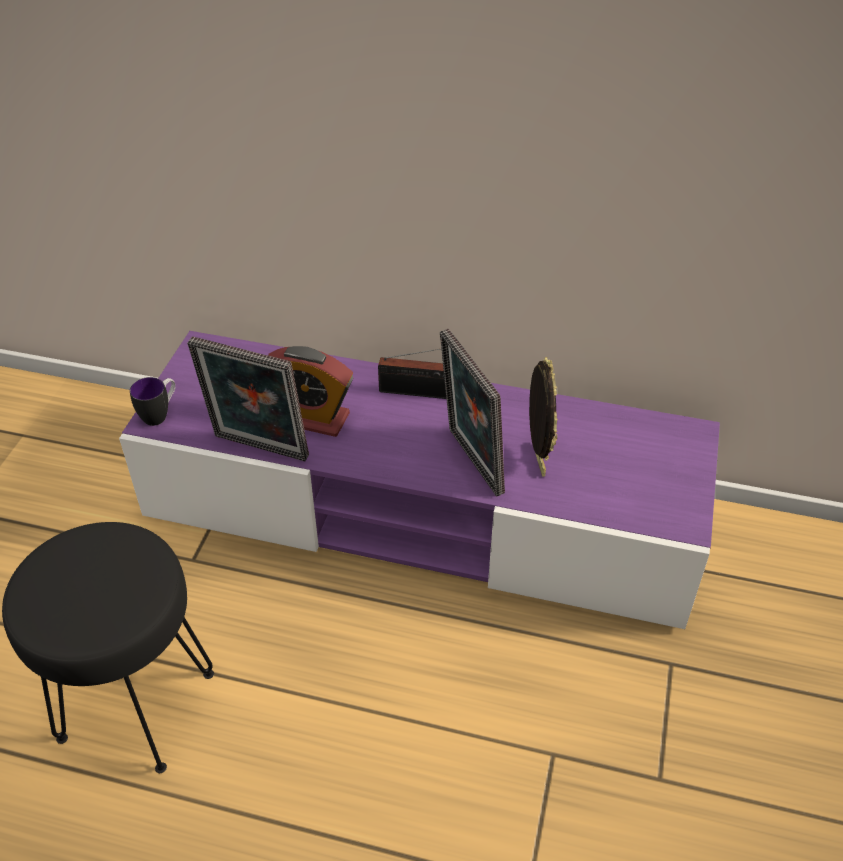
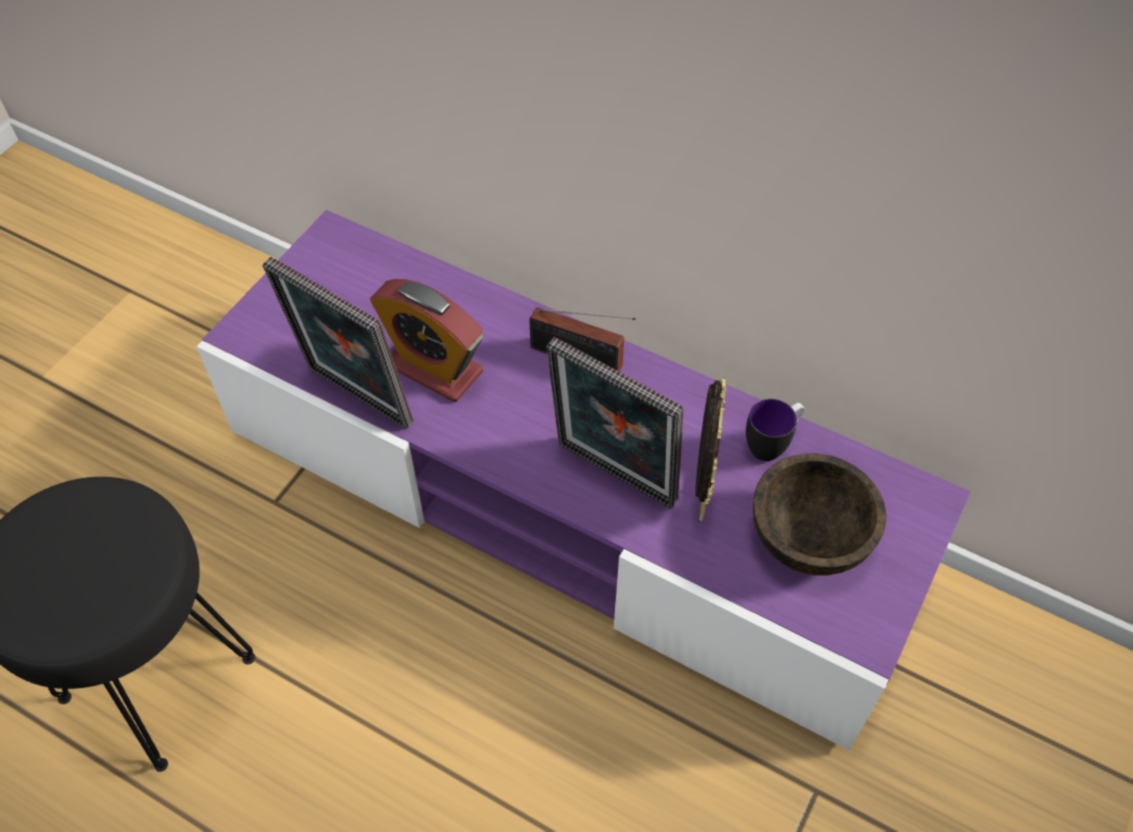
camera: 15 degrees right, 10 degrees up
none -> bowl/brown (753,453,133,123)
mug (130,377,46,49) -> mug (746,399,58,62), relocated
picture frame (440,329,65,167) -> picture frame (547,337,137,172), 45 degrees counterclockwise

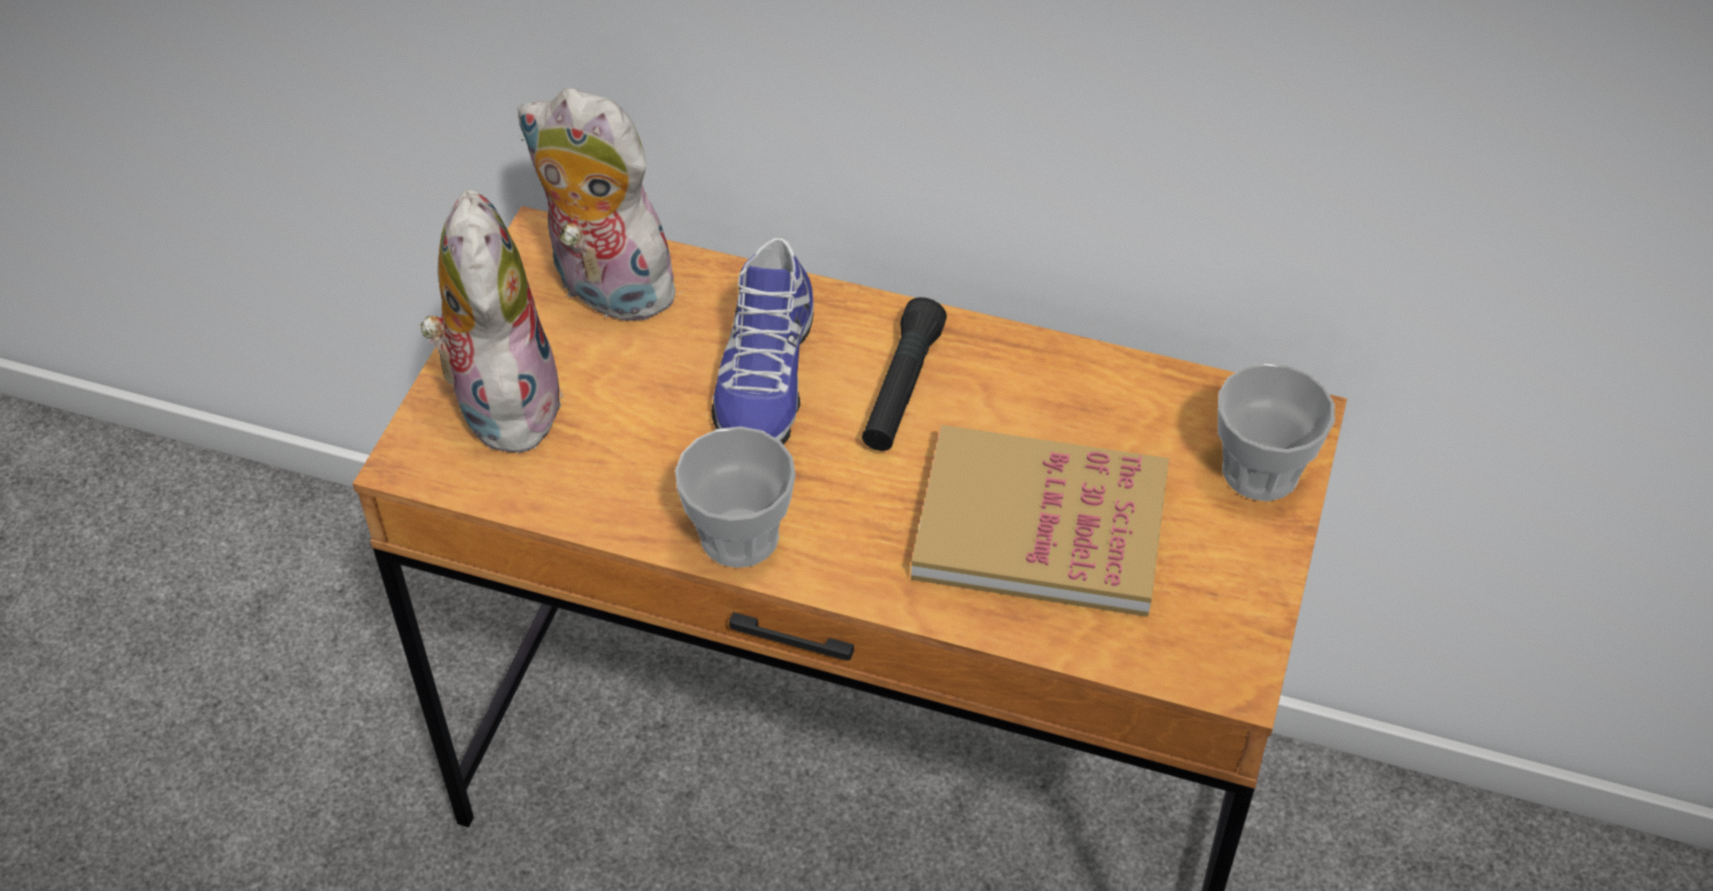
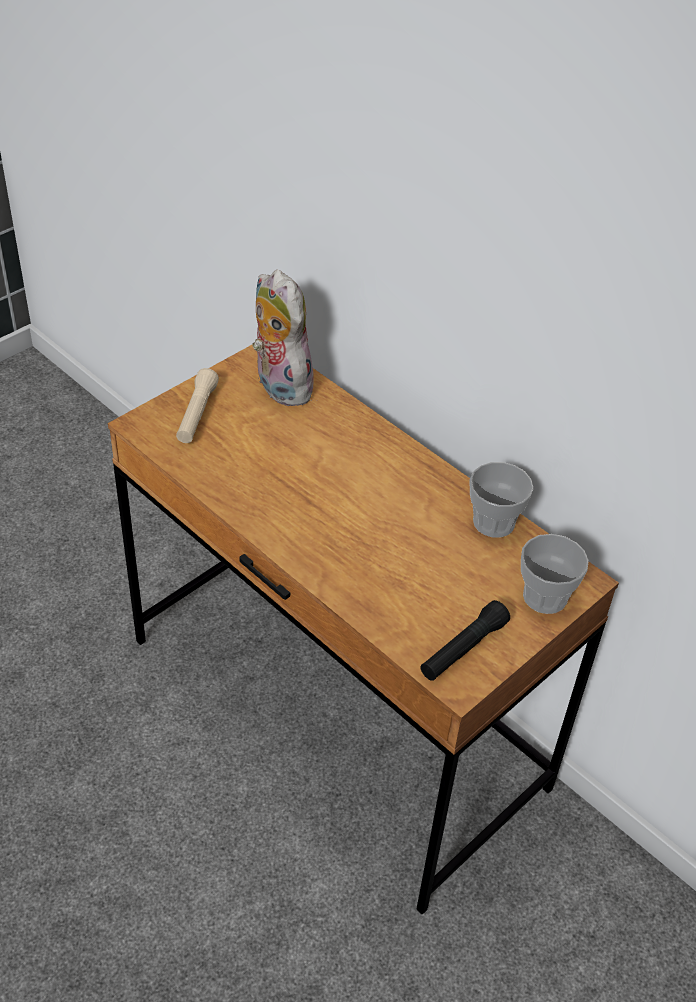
camera: 25 degrees right, 5 degrees down
shoe (711,237,103,208) -> none
book (911,425,258,192) -> none
cup (675,426,121,142) -> cup (469,462,65,76), relocated
flashlight/black (862,297,85,154) -> flashlight/black (420,600,90,81), relocated
plush toy (420,189,144,264) -> flashlight/beige (176,368,43,75)

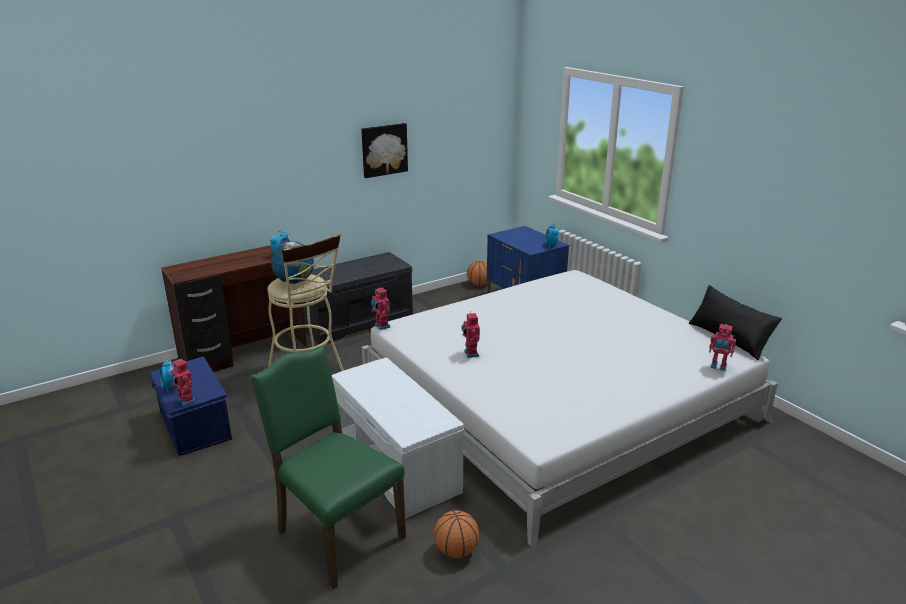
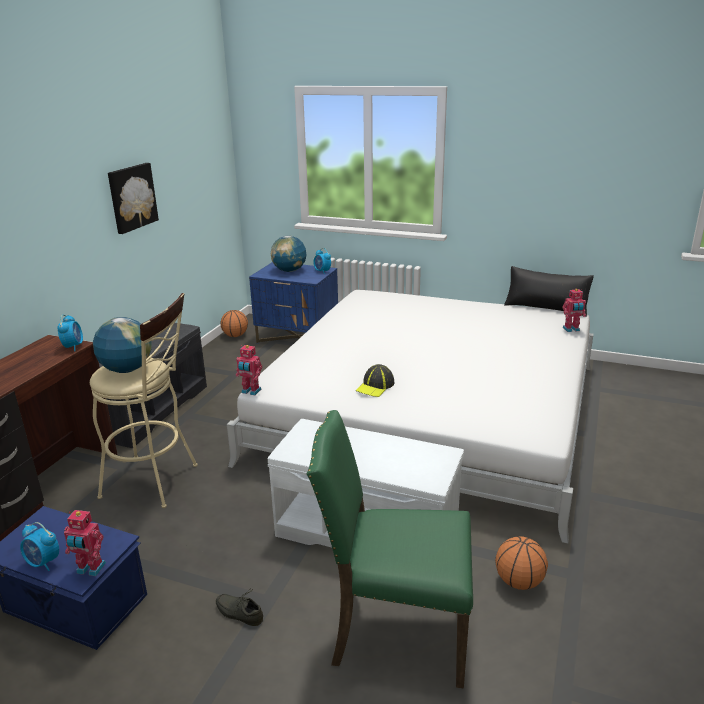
camera: 35 degrees left, 0 degrees up
none -> shoe/grey (216,587,47,39)
none -> globe (271,235,35,37)
toy robot (461,313,19,45) -> cap (356,364,38,33)

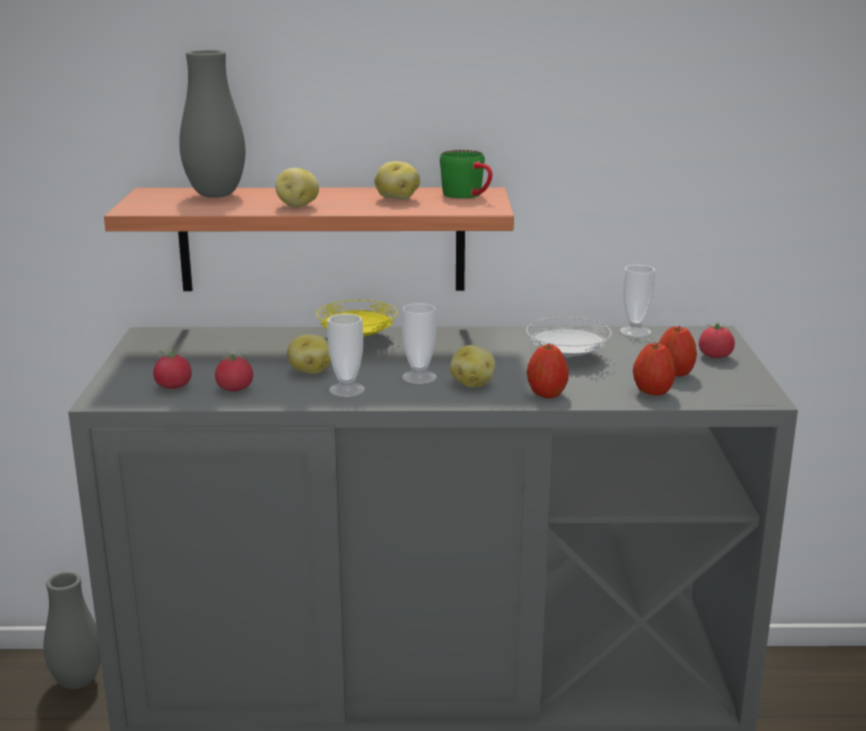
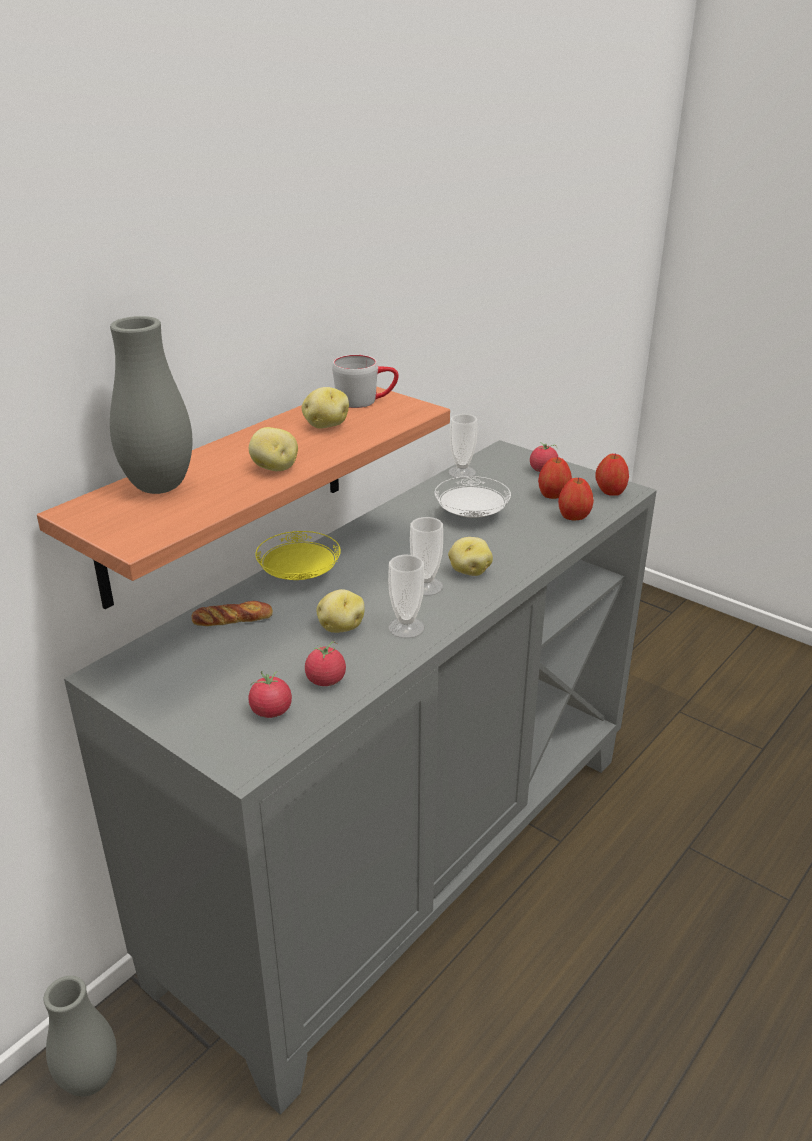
camera: 50 degrees left, 10 degrees up
none -> bread (191,601,82,25)
apple (527,344,42,54) -> apple (595,454,34,42), relocated
mug/green (440,150,52,48) -> mug/grey (332,355,67,53)

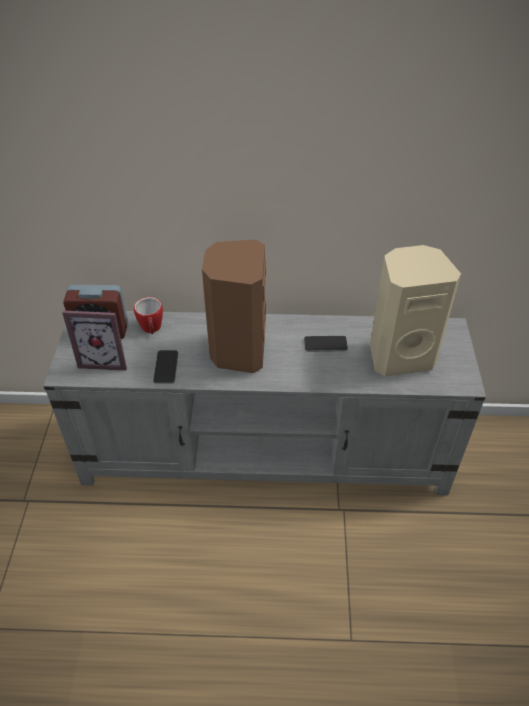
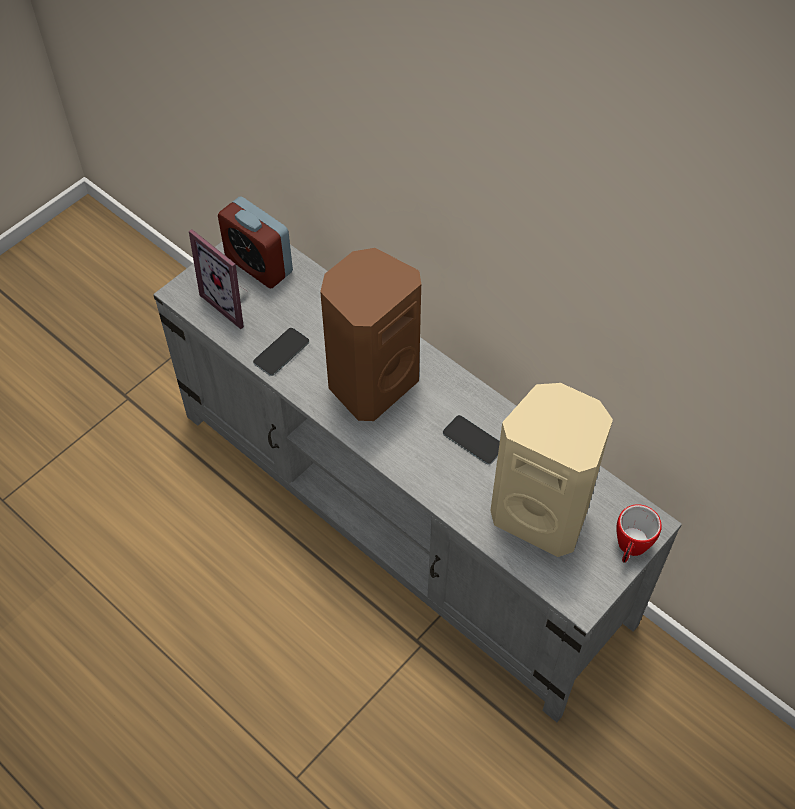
camera: 40 degrees right, 10 degrees up
mug (134,297,29,37) -> mug (616,504,46,59), relocated

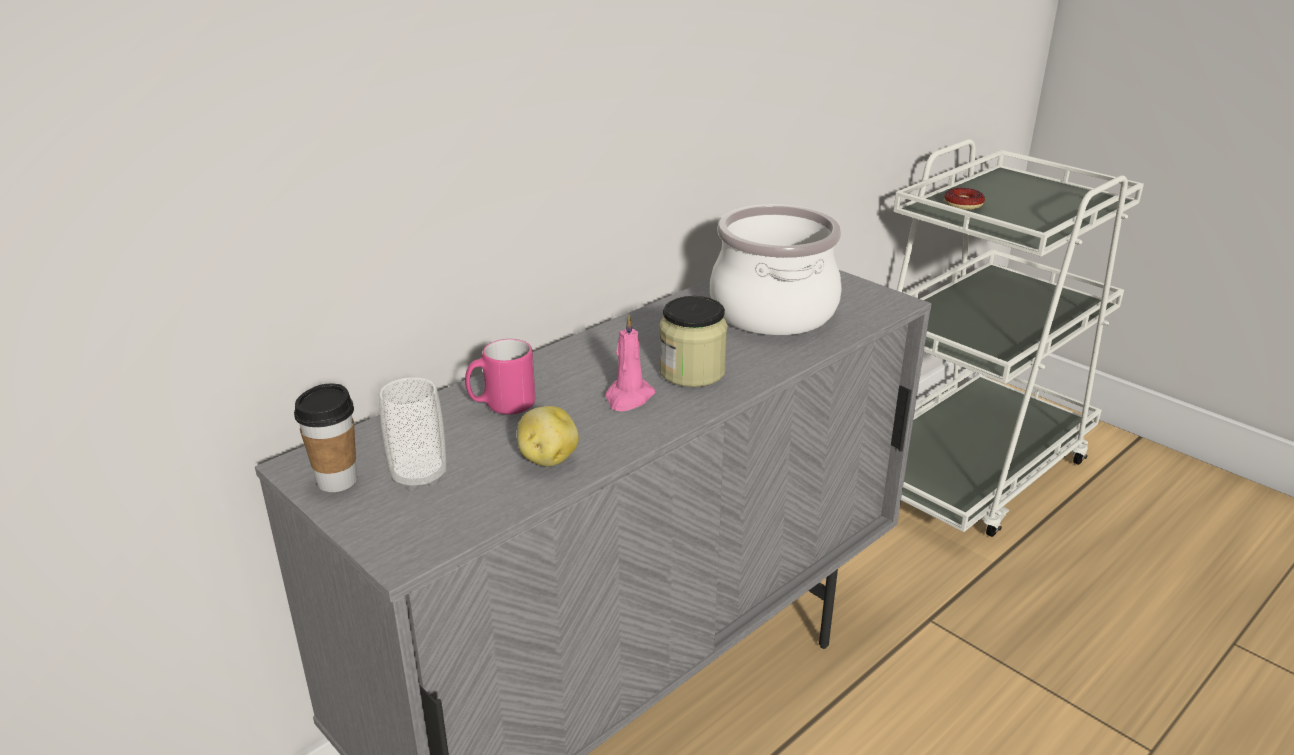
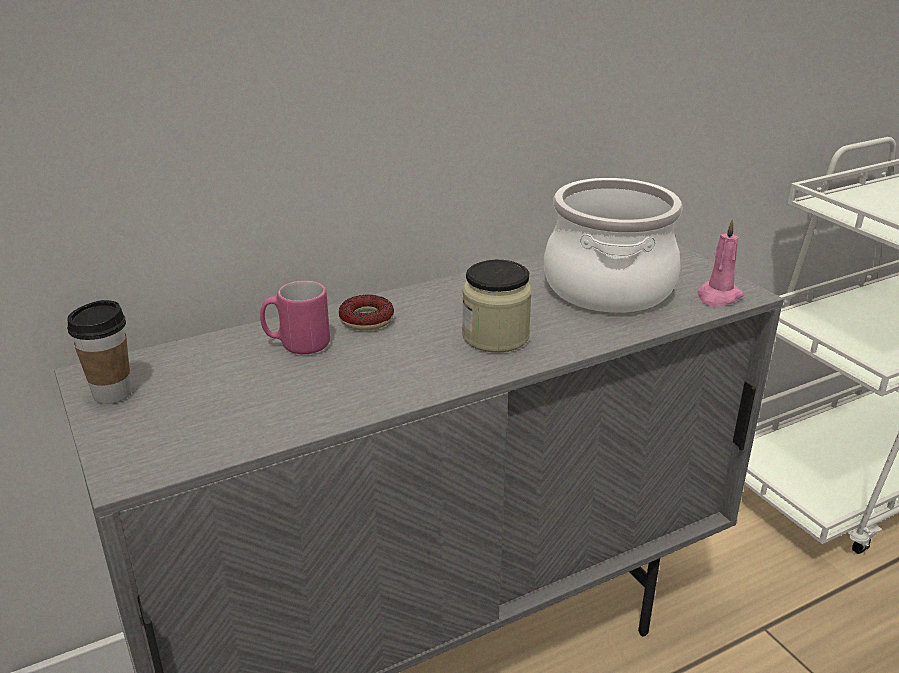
camera: 15 degrees right, 0 degrees up
cup (379,377,67,114) -> none
potato (517,406,62,60) -> none
candle/pink (605,314,50,97) -> candle/pink (697,219,47,88), relocated
donut (944,188,41,22) -> donut (339,295,55,36), relocated

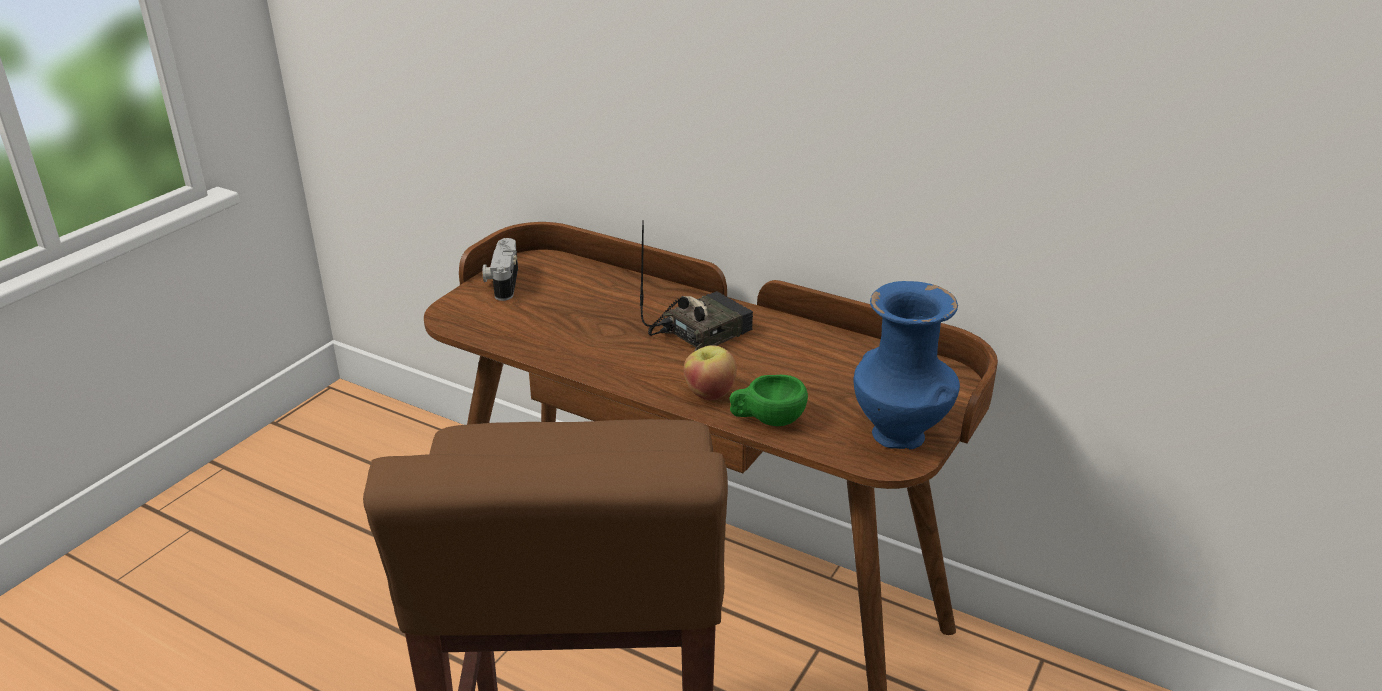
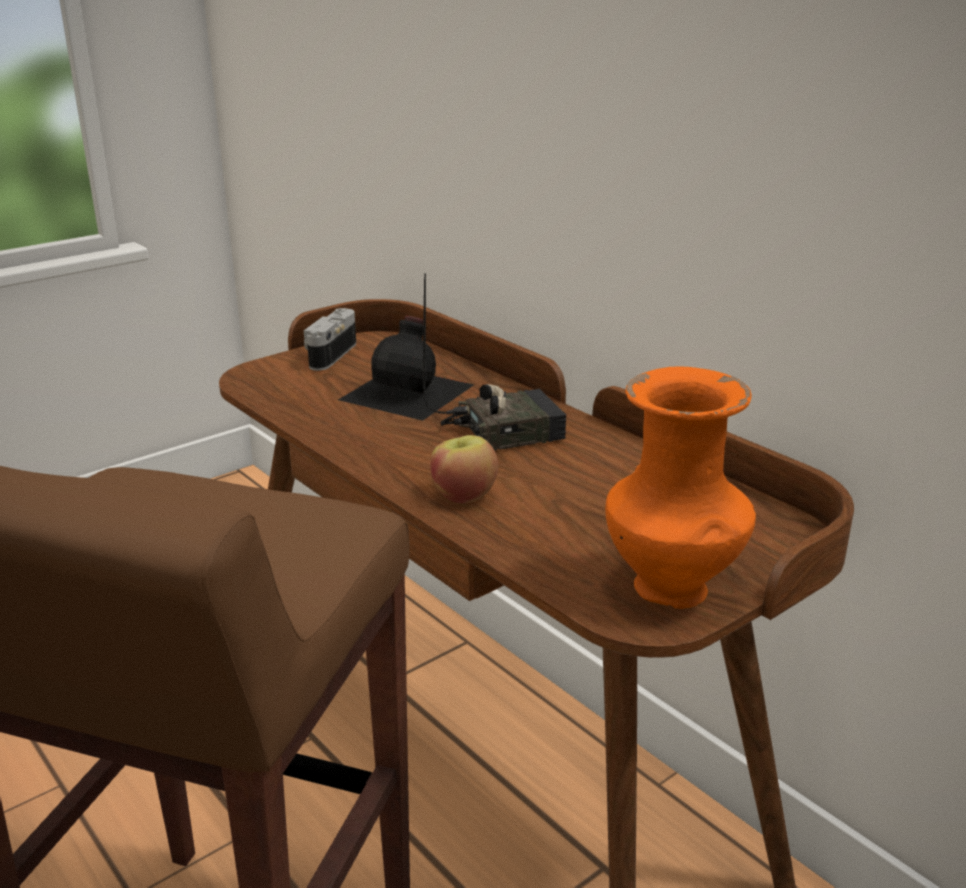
camera: 20 degrees right, 5 degrees down
cup/green (730,375,78,51) -> none
none -> bottle/black (338,316,136,105)
vase/blue (854,281,106,169) -> vase/orange (605,367,151,242)

